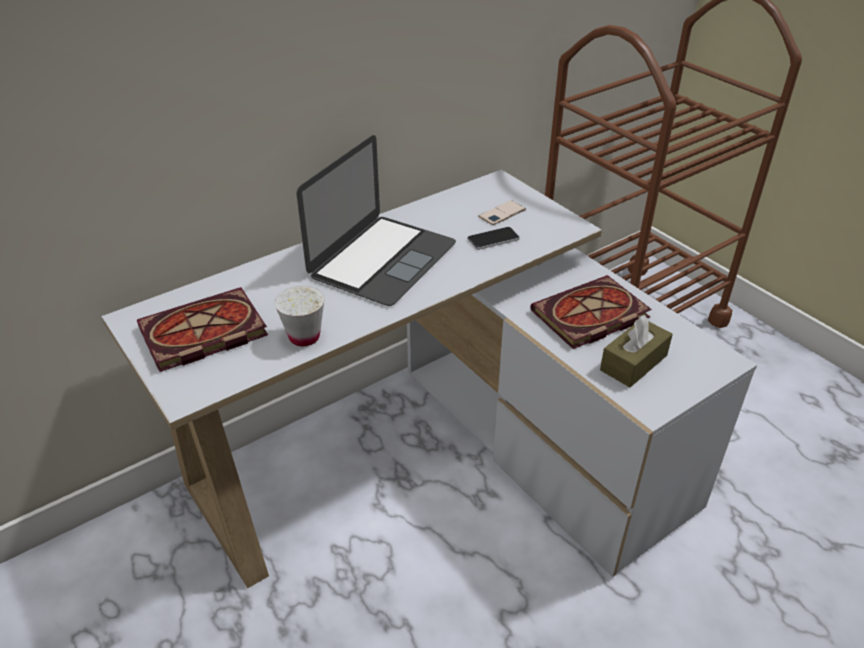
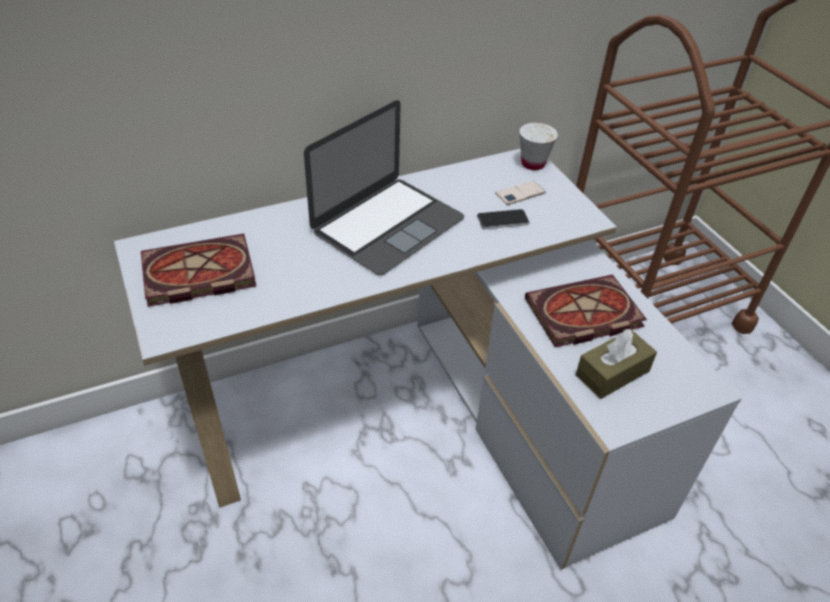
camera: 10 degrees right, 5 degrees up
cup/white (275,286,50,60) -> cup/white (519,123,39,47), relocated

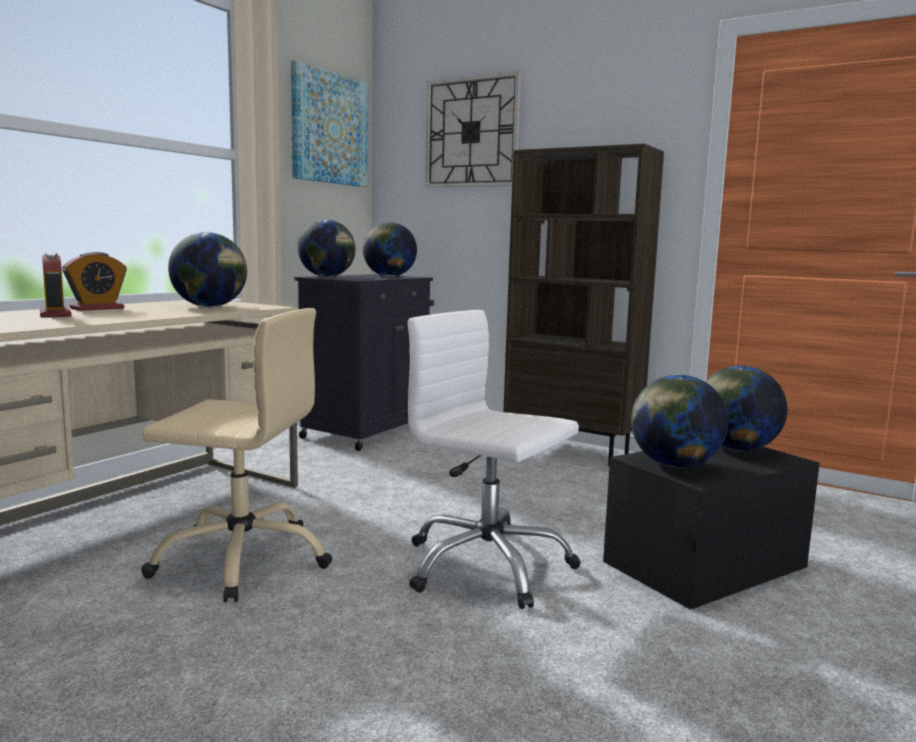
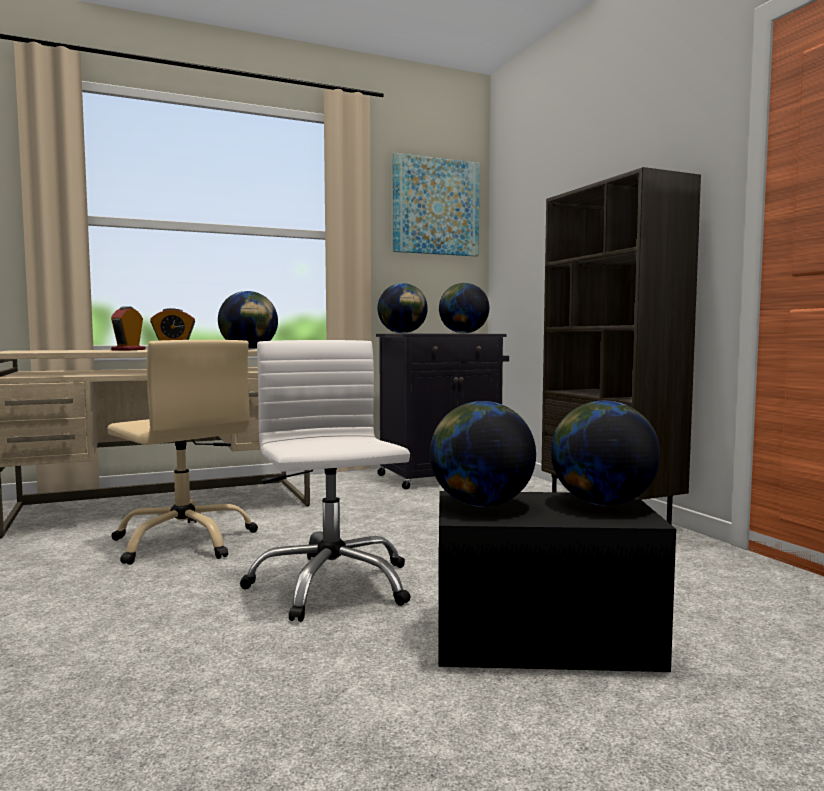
camera: 35 degrees right, 5 degrees down
wall clock (425,71,96,117) -> none

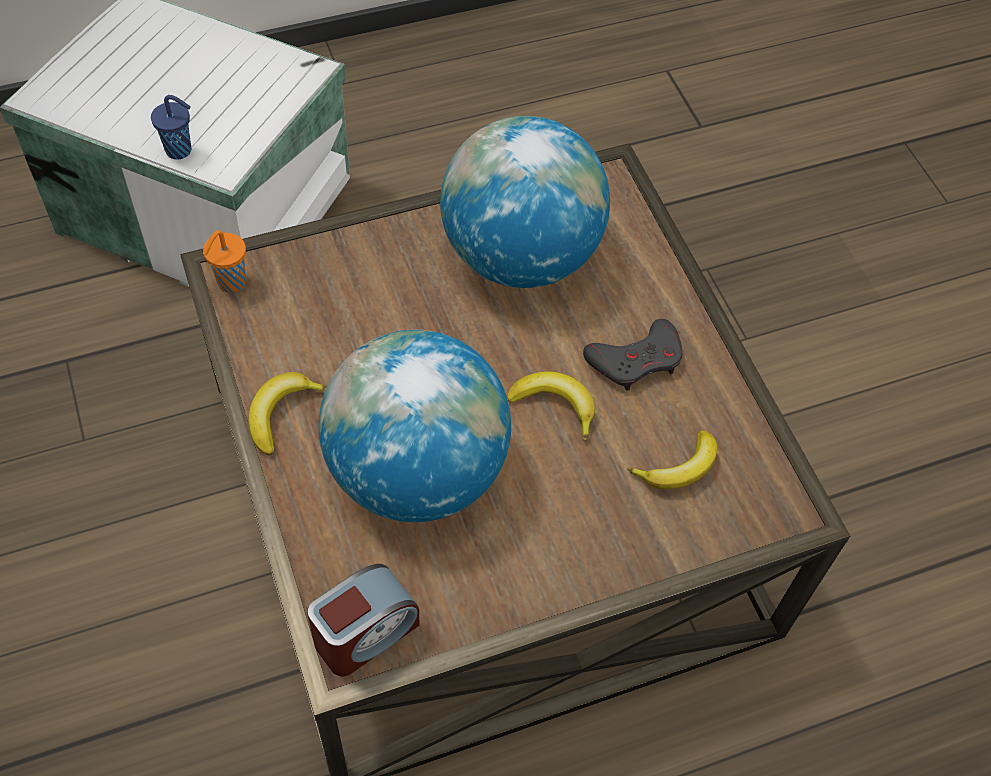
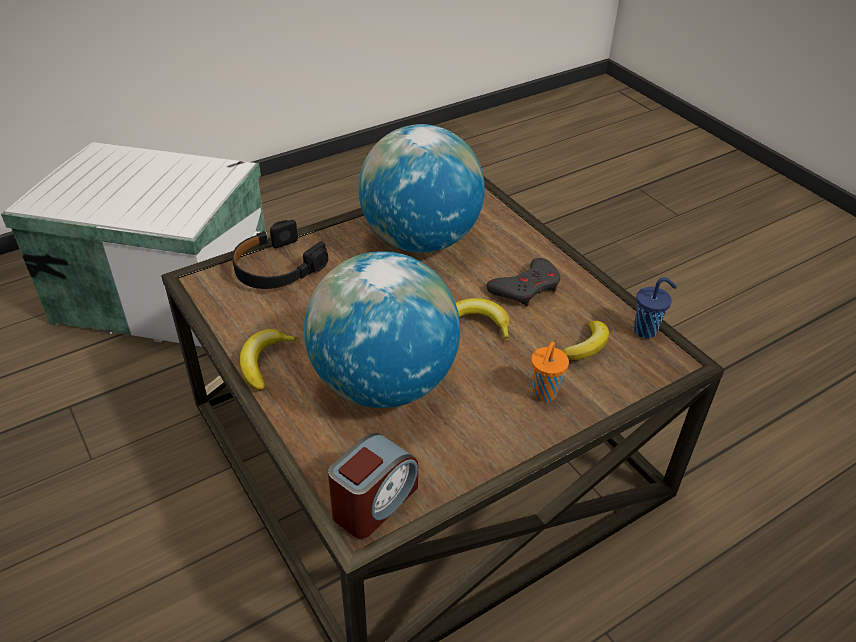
camera: 10 degrees left, 15 degrees down
none -> headphones/black (232,220,96,69)
cup/blue (151,95,40,65) -> cup/blue (634,277,43,61), relocated
cup/orange (203,230,43,63) -> cup/orange (531,341,38,61), relocated

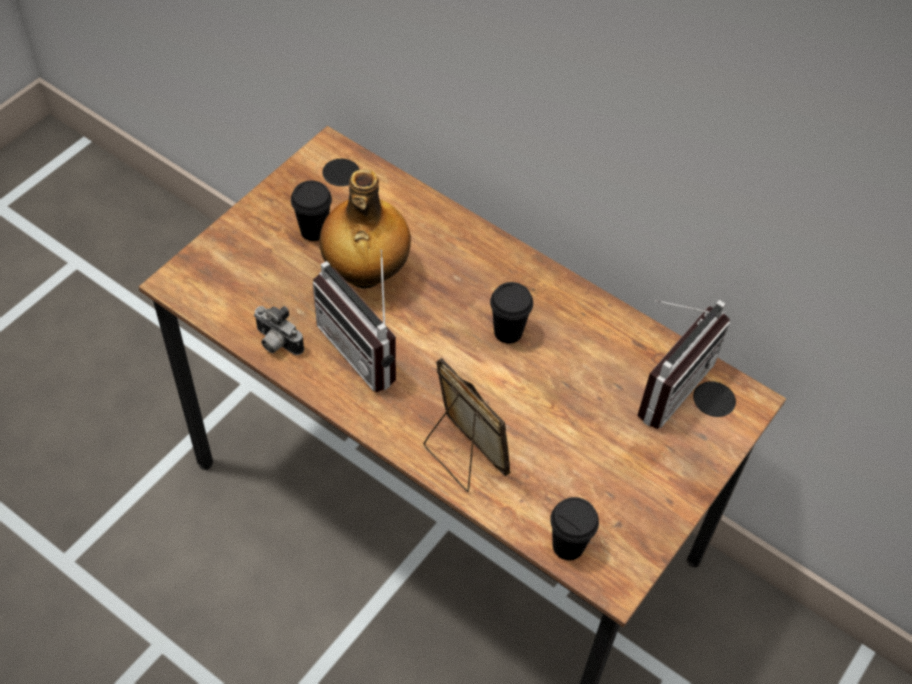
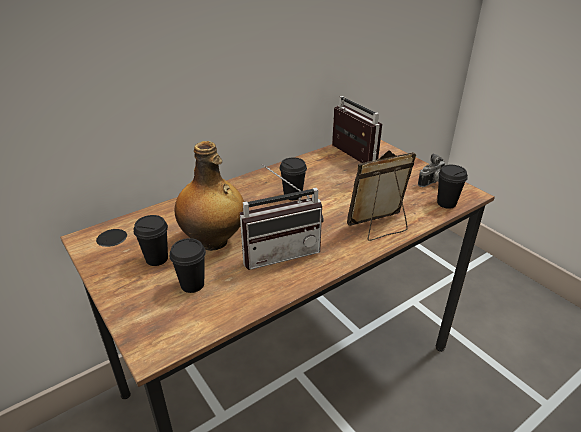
camera: 70 degrees left, 20 degrees down
none -> cup/black (170,238,36,55)
photo camera (254,306,50,49) -> photo camera (418,153,28,34), relocated

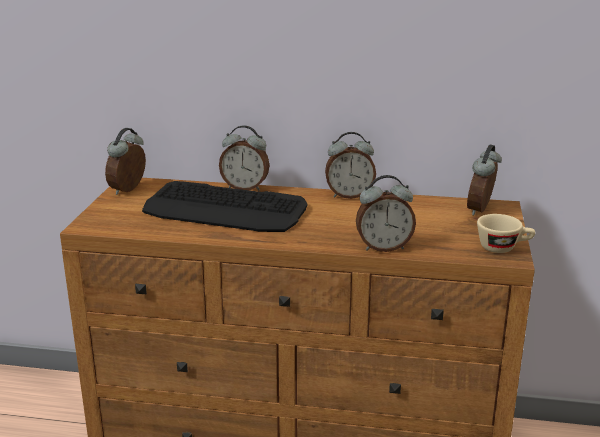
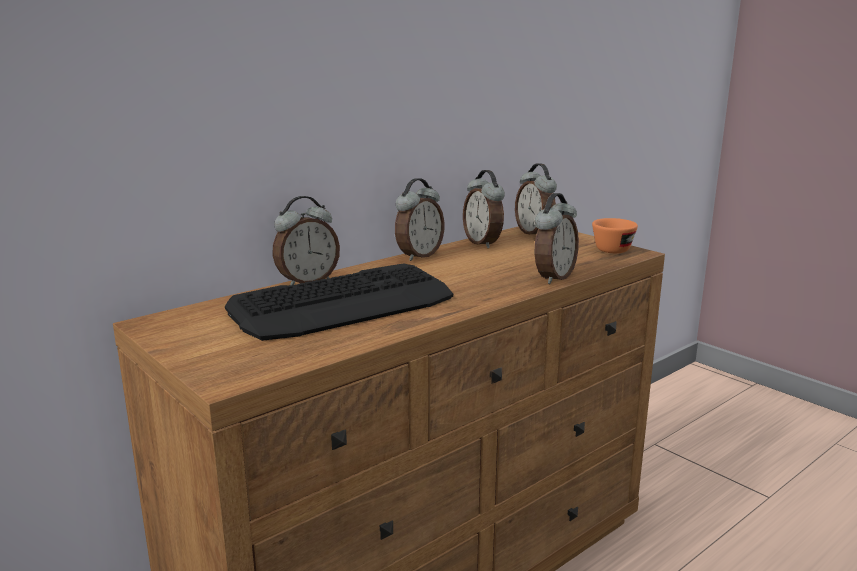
camera: 50 degrees left, 5 degrees down
alarm clock (105,128,41,67) -> alarm clock (463,170,42,78), relocated
cup/beige (477,214,58,39) -> cup/orange (592,218,46,35)

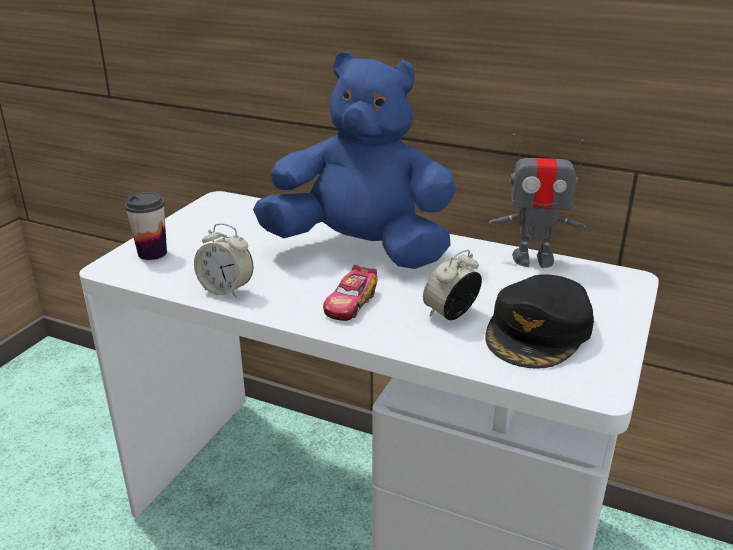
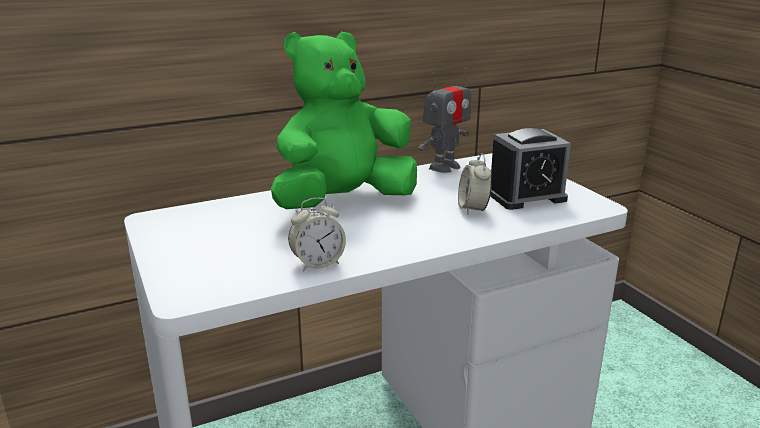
camera: 50 degrees left, 5 degrees down
cup (124,192,43,68) -> none
toy car (323,265,54,56) -> none
cap/black (486,274,108,95) -> alarm clock (490,128,81,82)
plush toy/blue (253,51,204,218) -> plush toy/green (271,32,146,177)

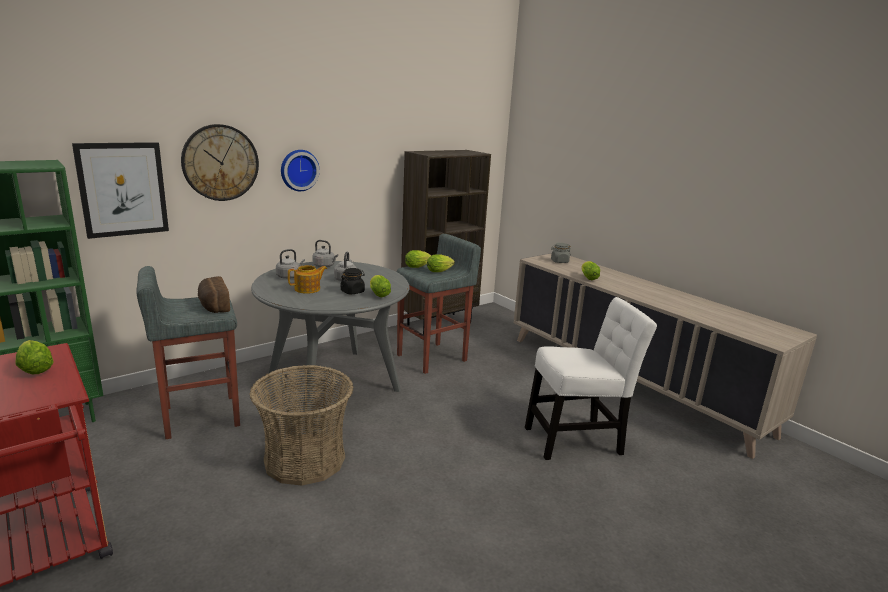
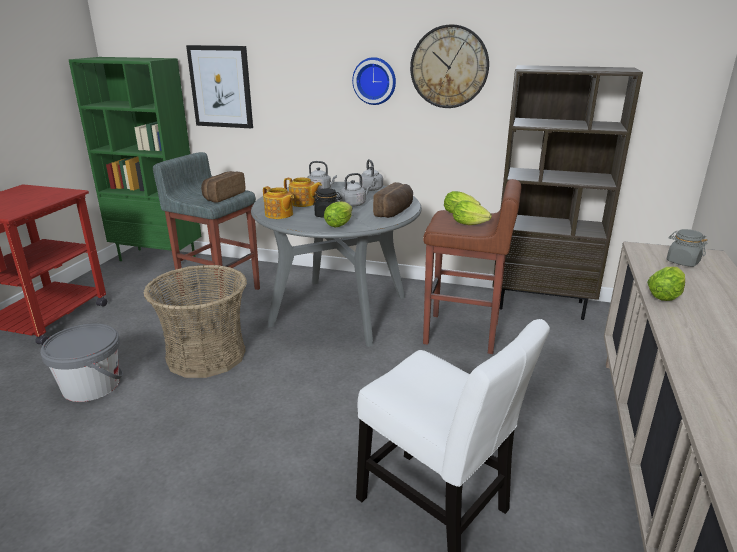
camera: 55 degrees right, 5 degrees up
lettuce (15,340,39,34) -> none
none -> bucket/grey (40,323,83,79)
none -> teapot (263,186,31,33)
none -> bread (373,182,40,36)
wall clock (181,124,78,77) -> wall clock (410,24,79,84), relocated
stool/grey (396,234,85,140) -> stool/brown (423,179,98,175)

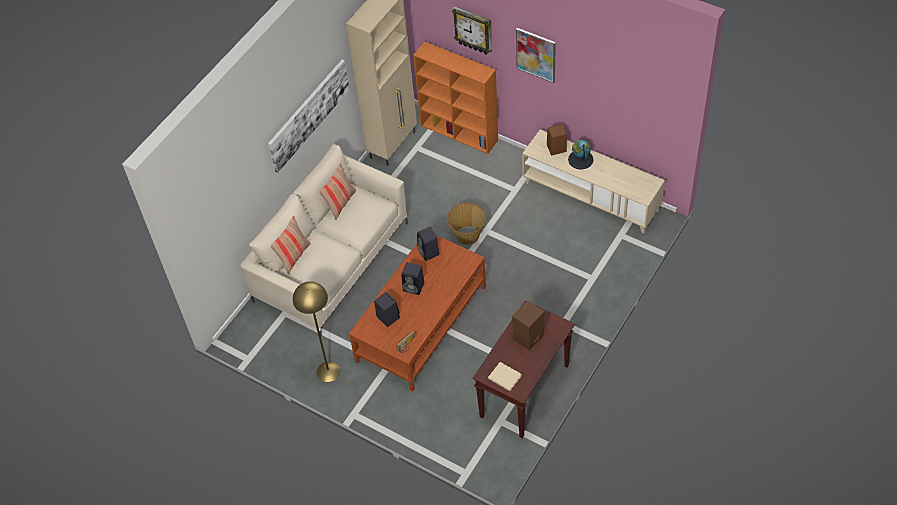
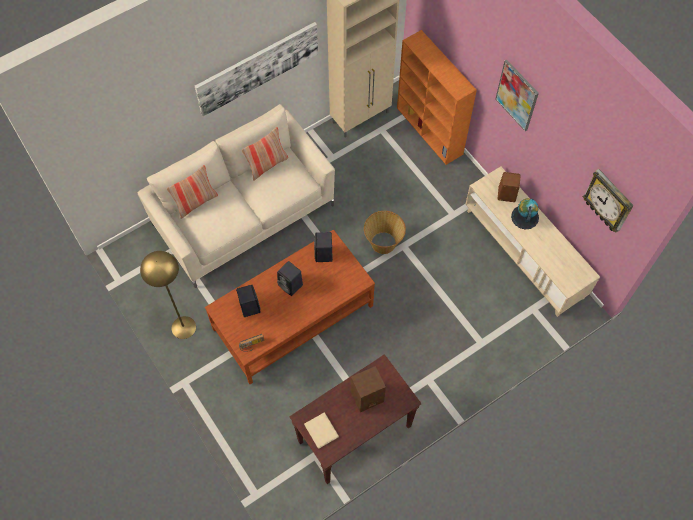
camera: 20 degrees right, 10 degrees up
wall clock (452,6,40,49) -> wall clock (583,169,51,64), relocated

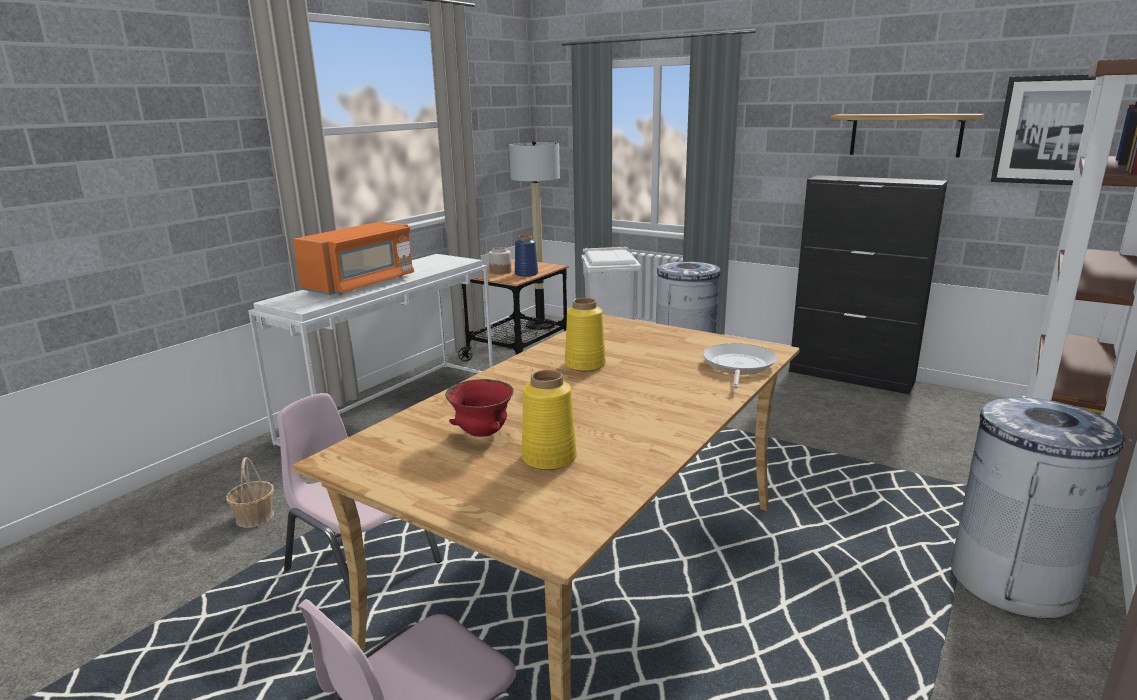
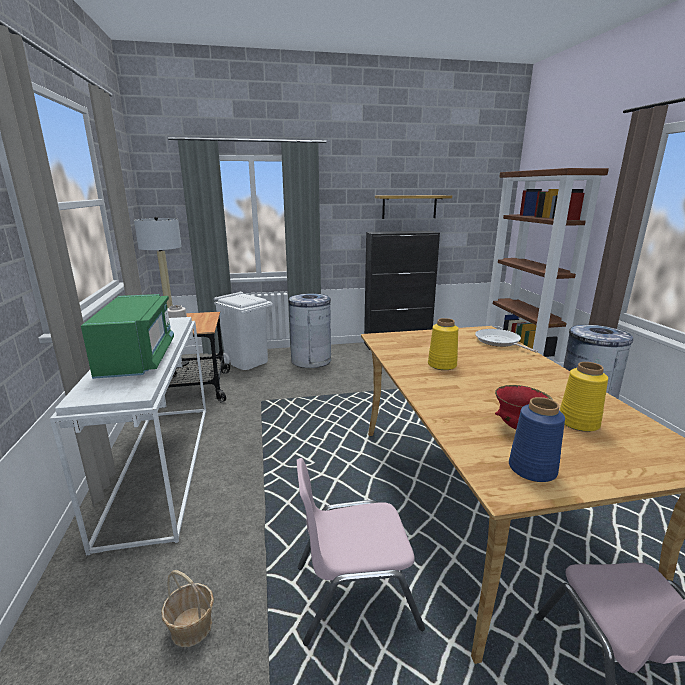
camera: 45 degrees left, 0 degrees up
picture (991,74,105,111) -> none
vase/blue (515,235,23,42) -> vase/blue (509,397,56,85), relocated
microwave/orange (293,221,121,74) -> microwave/green (81,294,93,85)

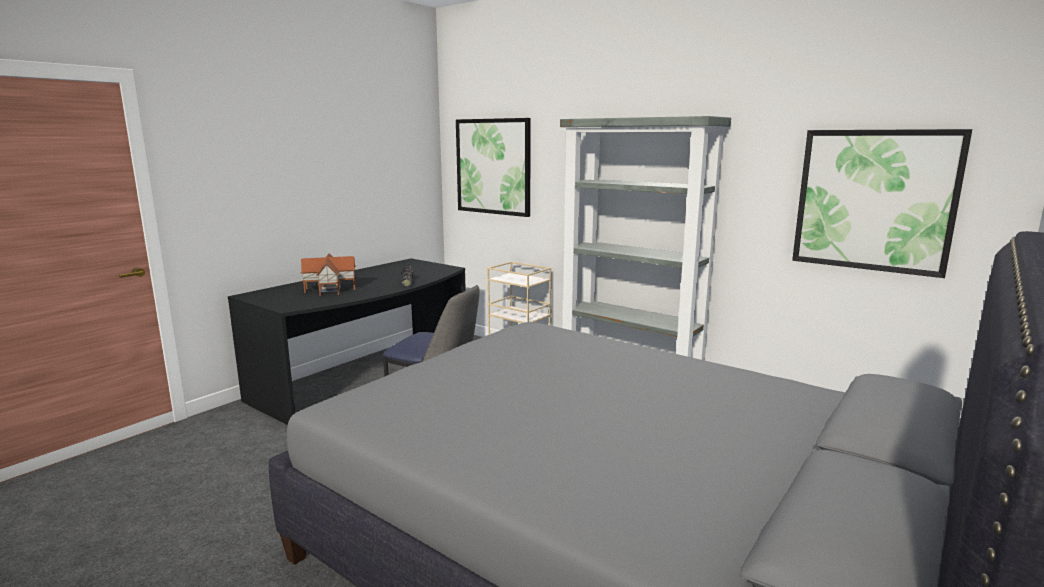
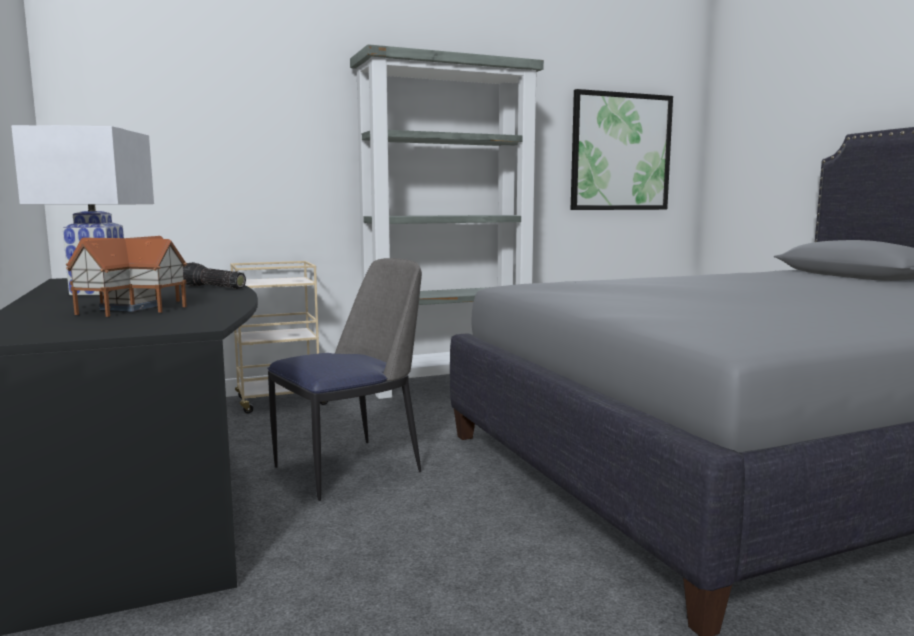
camera: 60 degrees left, 5 degrees down
picture (456,118,75,99) -> none
none -> table lamp/white (11,125,143,170)

